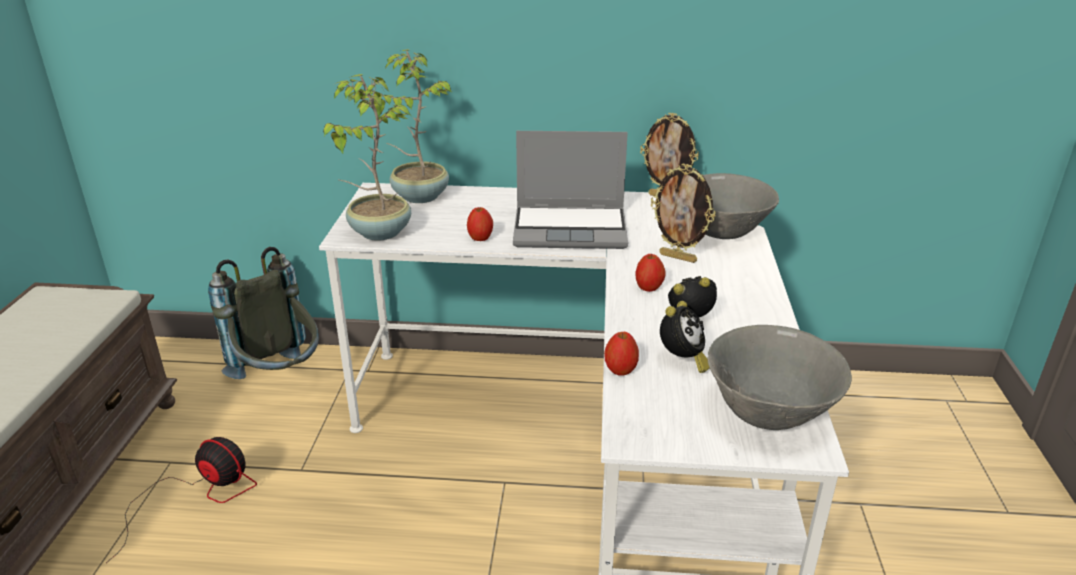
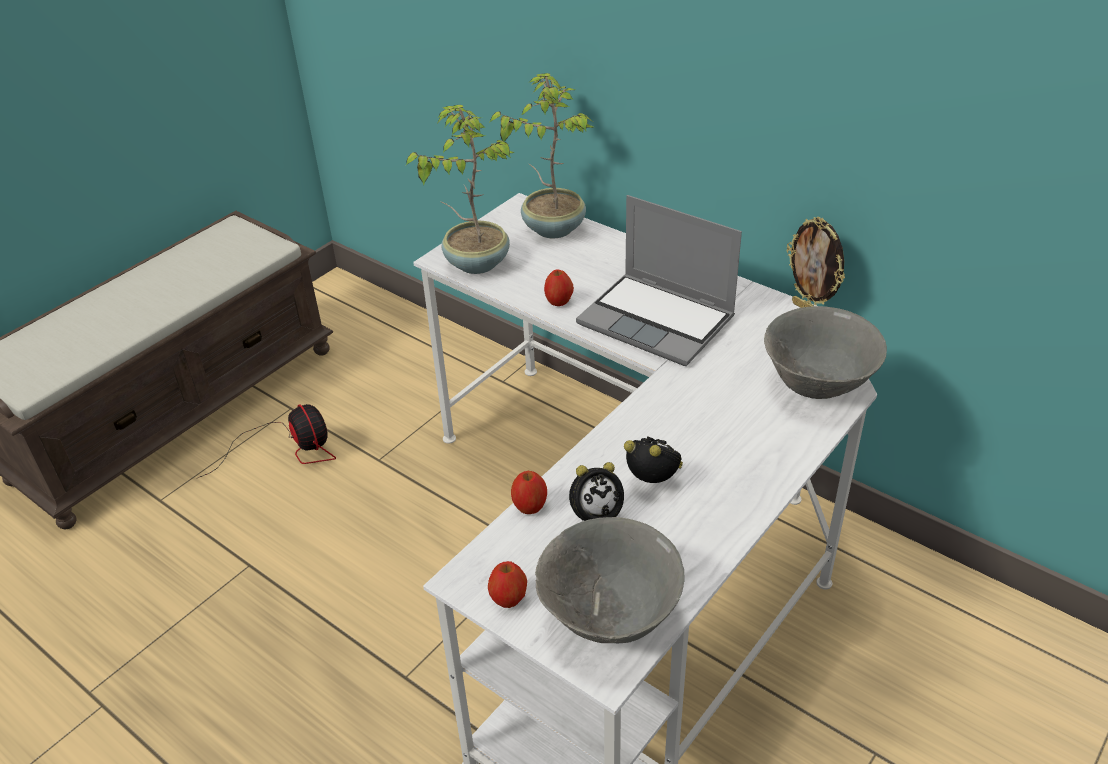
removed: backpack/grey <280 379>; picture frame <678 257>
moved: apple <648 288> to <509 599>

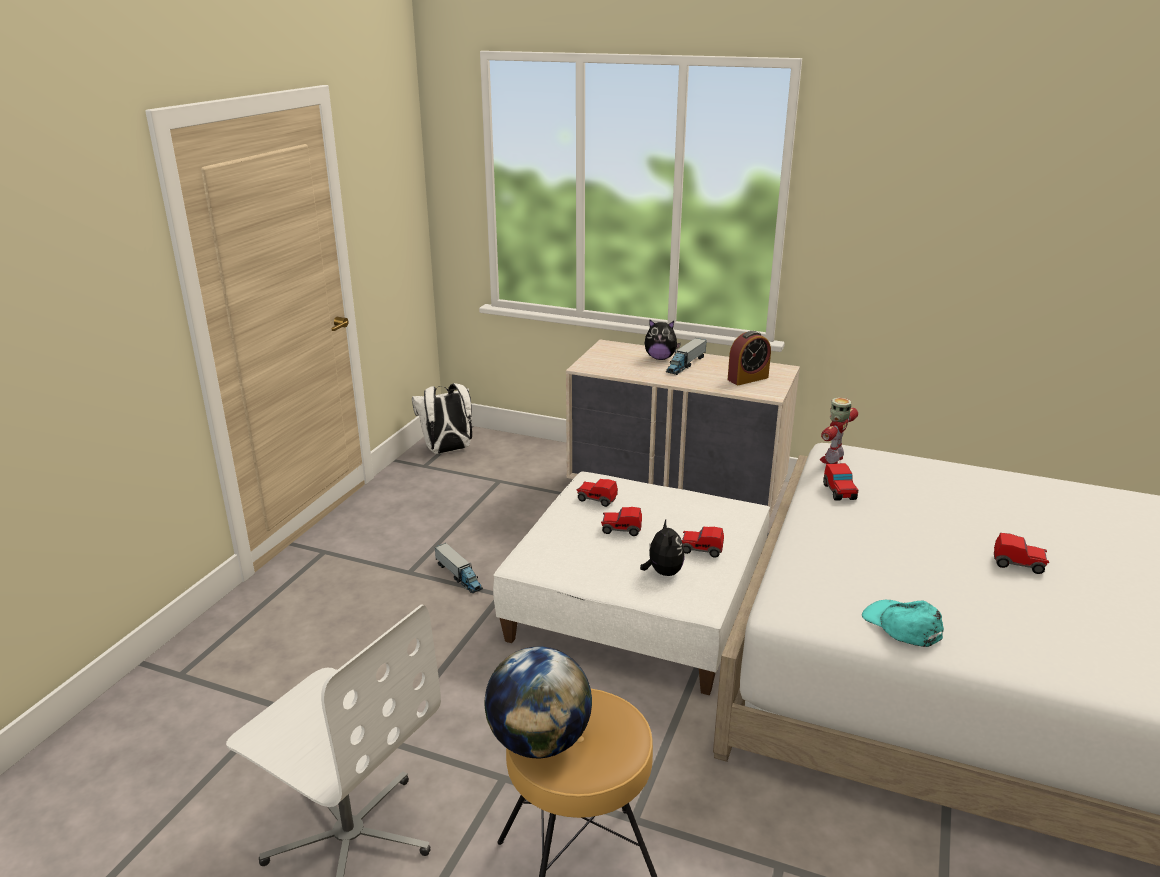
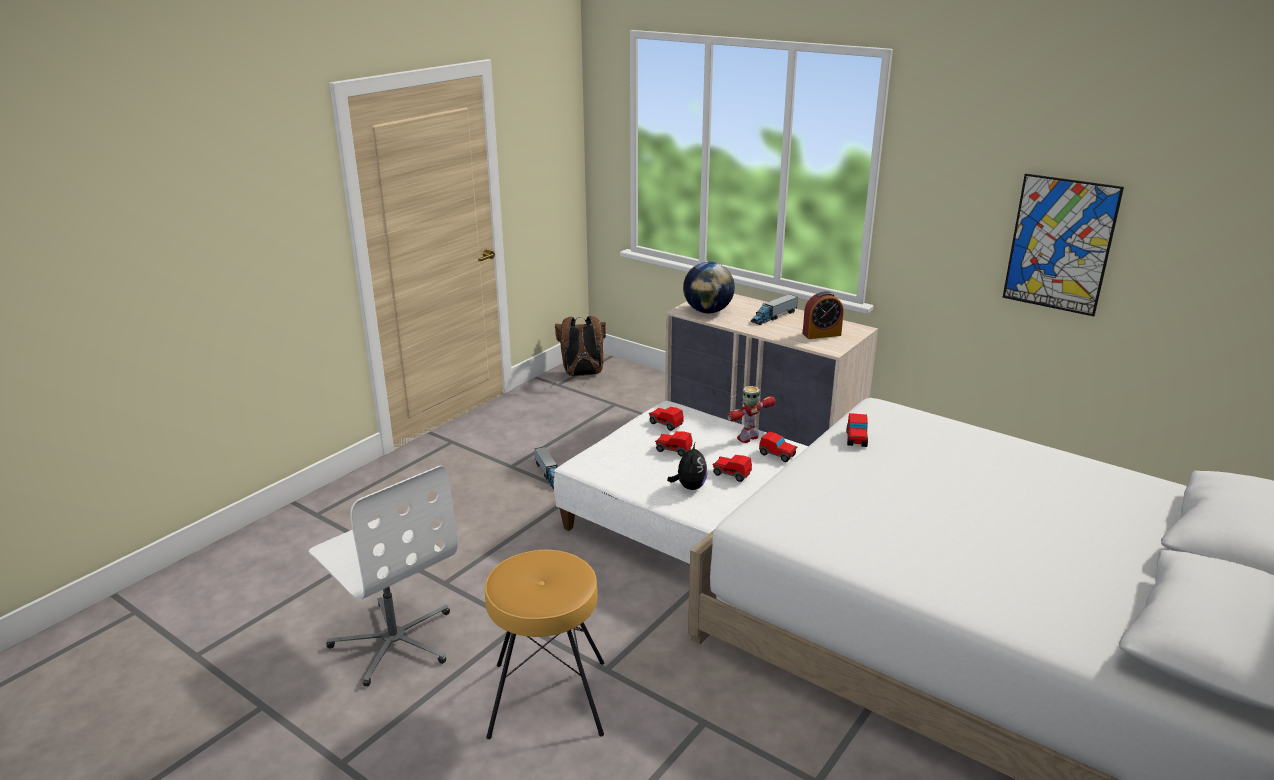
removed: plush toy <660 358>; cap/turquoise <902 626>
added: picture <1060 244>
moved: globe <539 741> to <708 311>; toy robot <832 459> to <748 438>; toy car <1018 564> to <777 455>
recoloured: backpack/white <447 451> to backpack/brown <582 374>

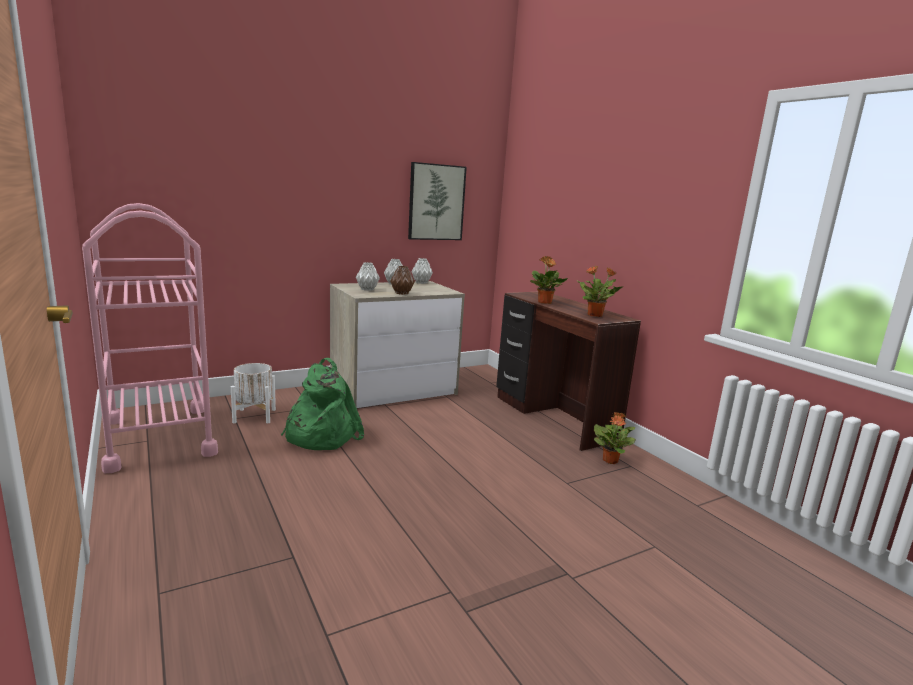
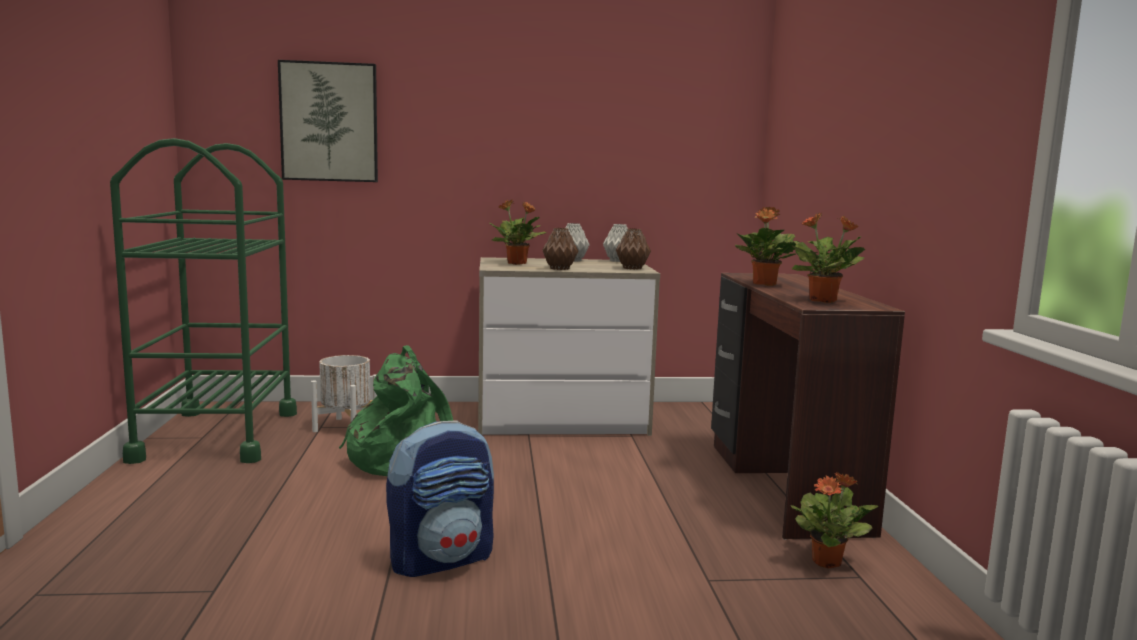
added: backpack <442 559>; vase/brown <631 268>
moved: picture <436 202> to <329 122>
replaced: vase/grey <367 289> to potted plant <517 263>
recoloured: cart/pink <159 437> to cart/green <217 436>

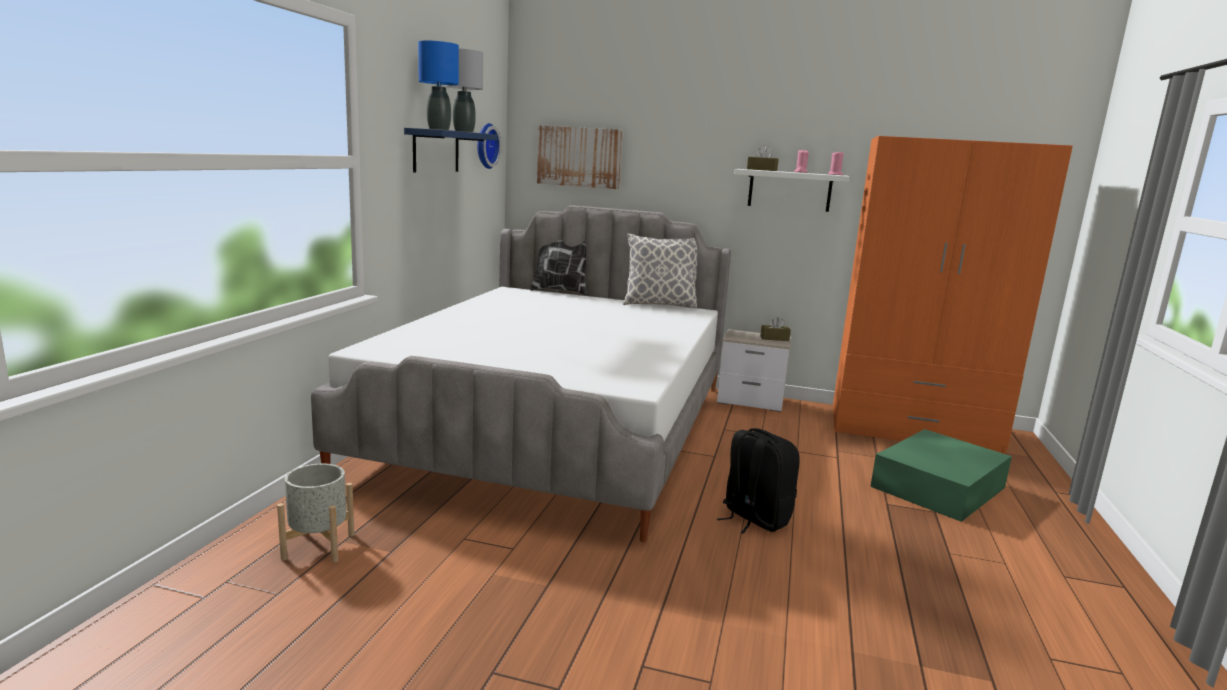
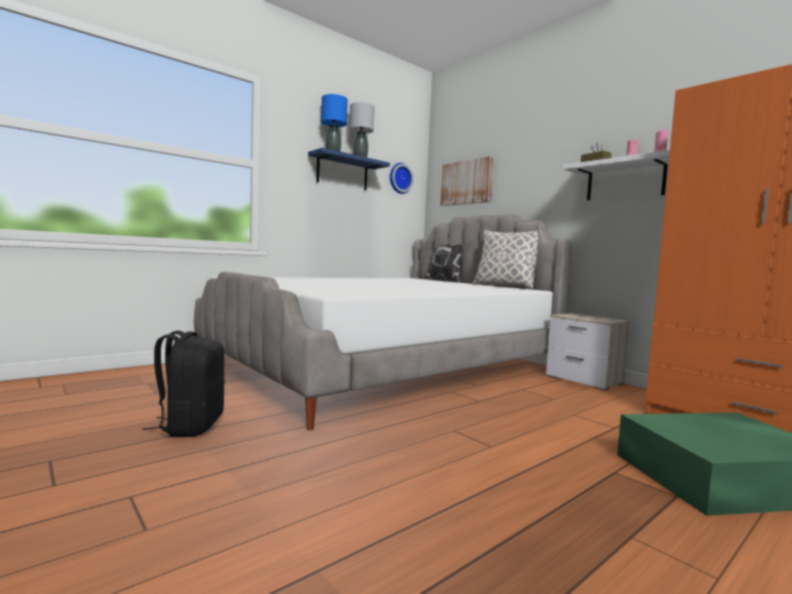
removed: planter/grey <319 546>; tissue box/brown <774 338>
moved: backpack/black <754 518> to <190 426>

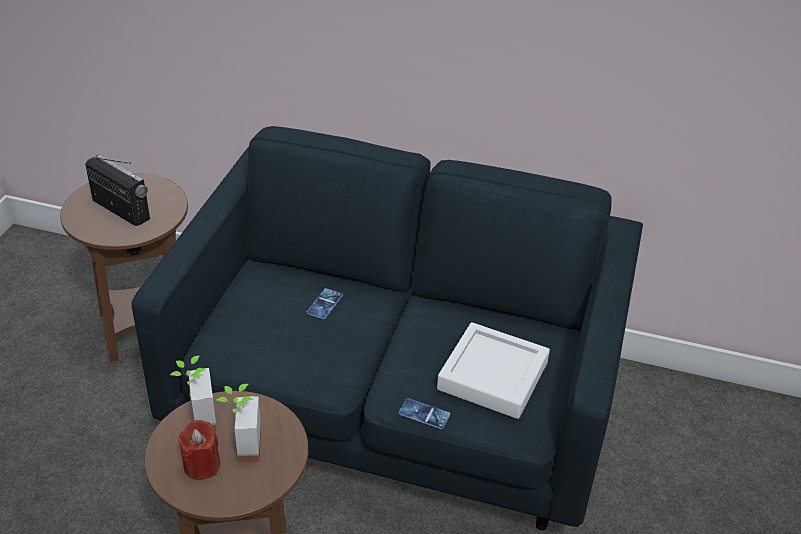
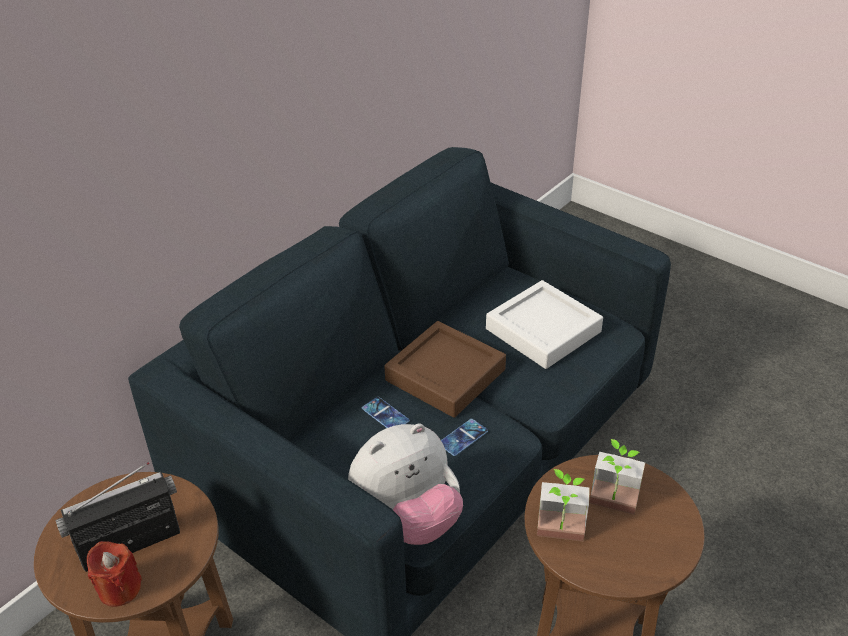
added: plush toy <407 519>; tray/brown <445 375>
moved: candle/red <202 465> to <119 589>; phone <424 414> to <463 437>

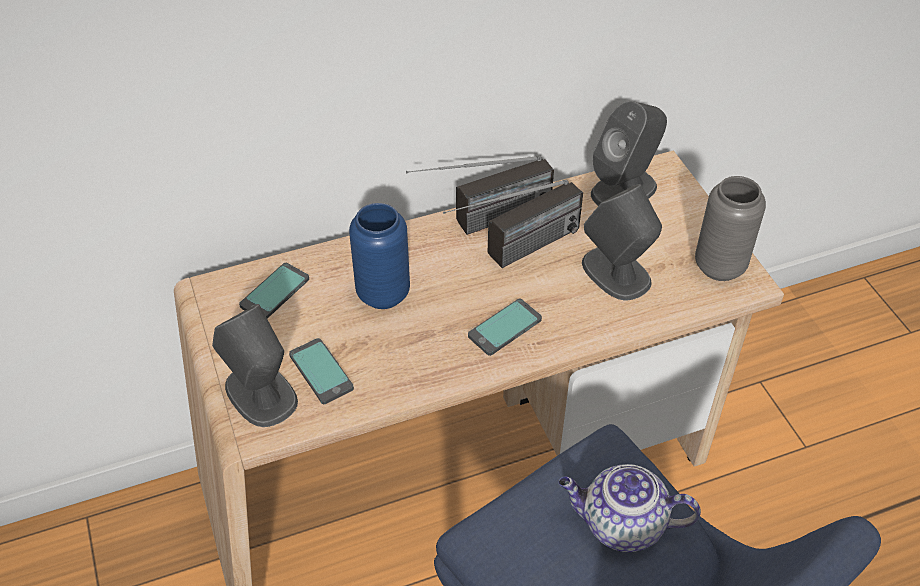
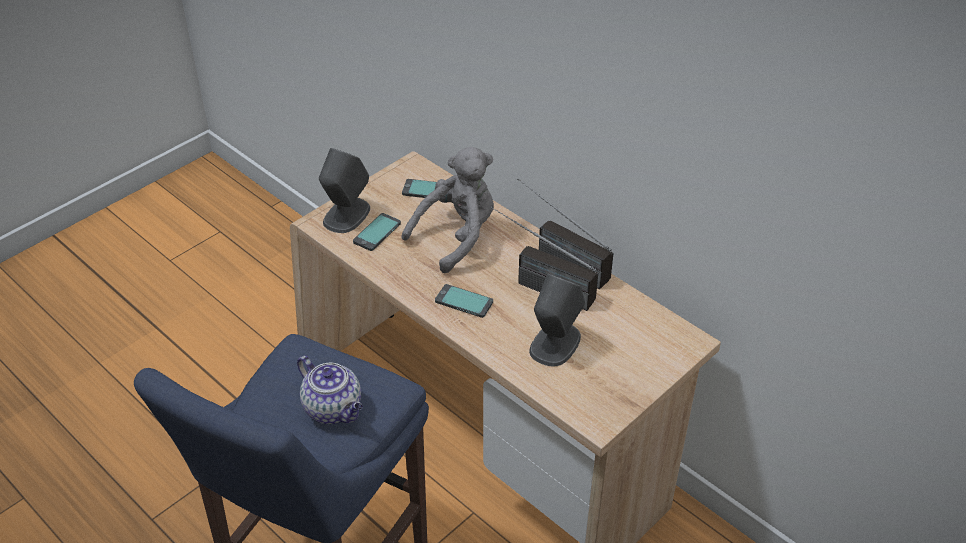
removed: speaker/grey <624 189>; vase/grey <719 266>
replaced: vase/blue <383 294> to plush toy/grey <457 236>
turned: teapot <621 525> = <334 409> 150 degrees clockwise

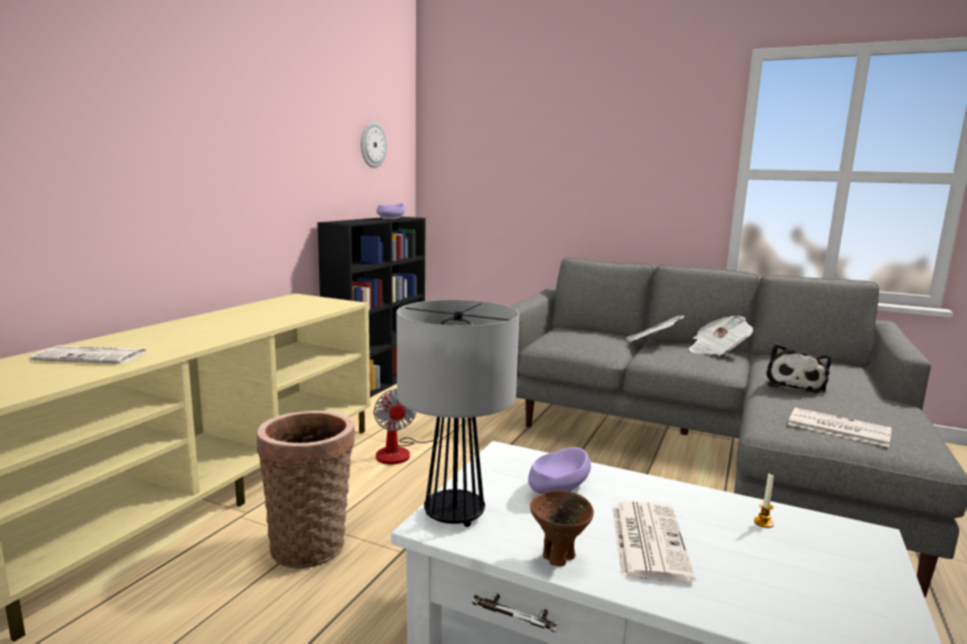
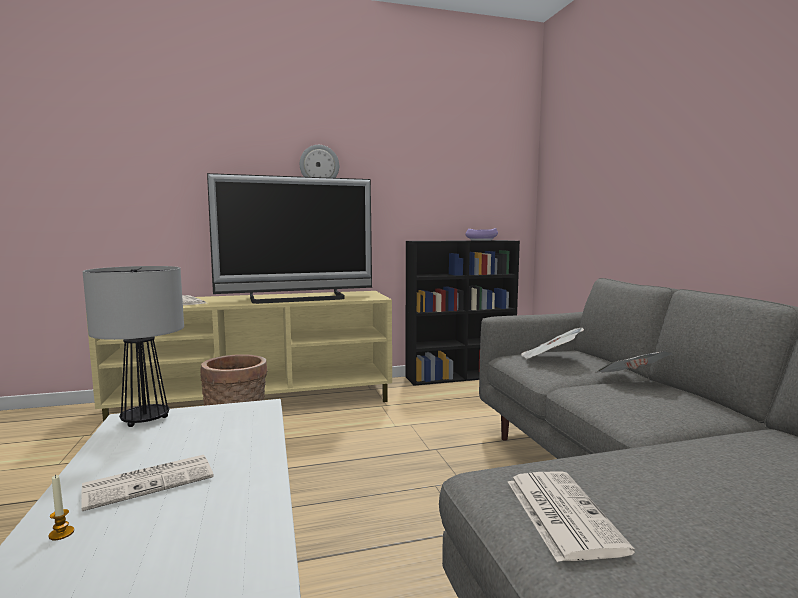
removed: fan <401 452>; bowl/purple <559 487>; bowl/brown <559 557>; plush toy <795 385>
added: television <298 298>
moved: candle <763 523> to <61 533>; wall clock <372 145> to <319 165>; newspaper <717 350> to <549 359>

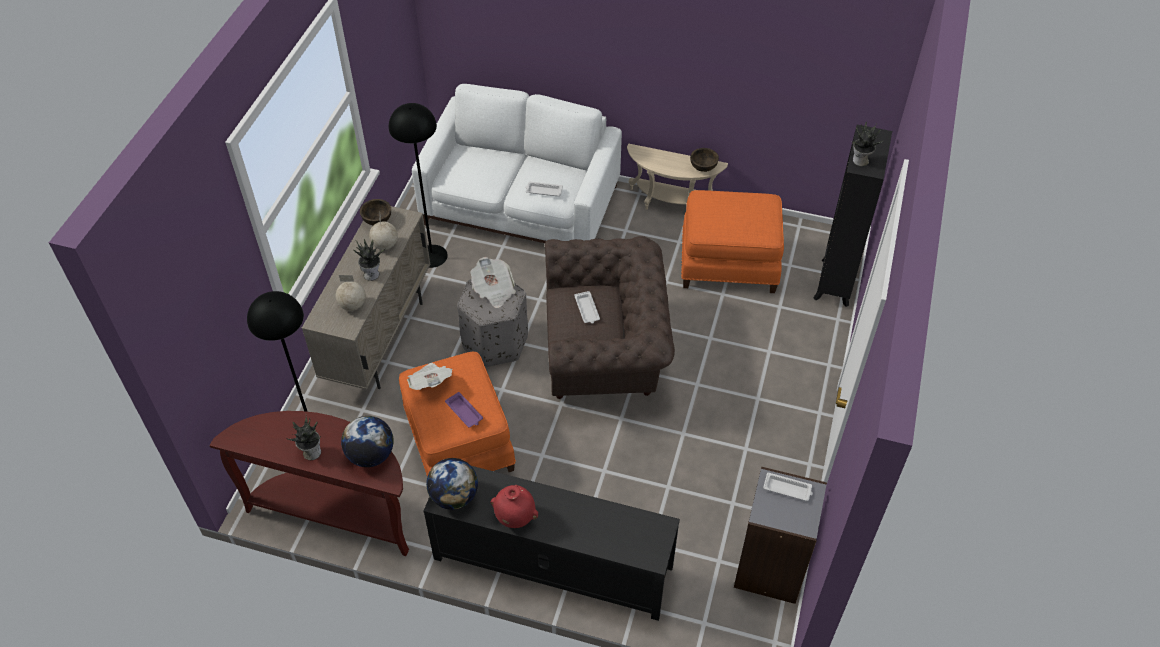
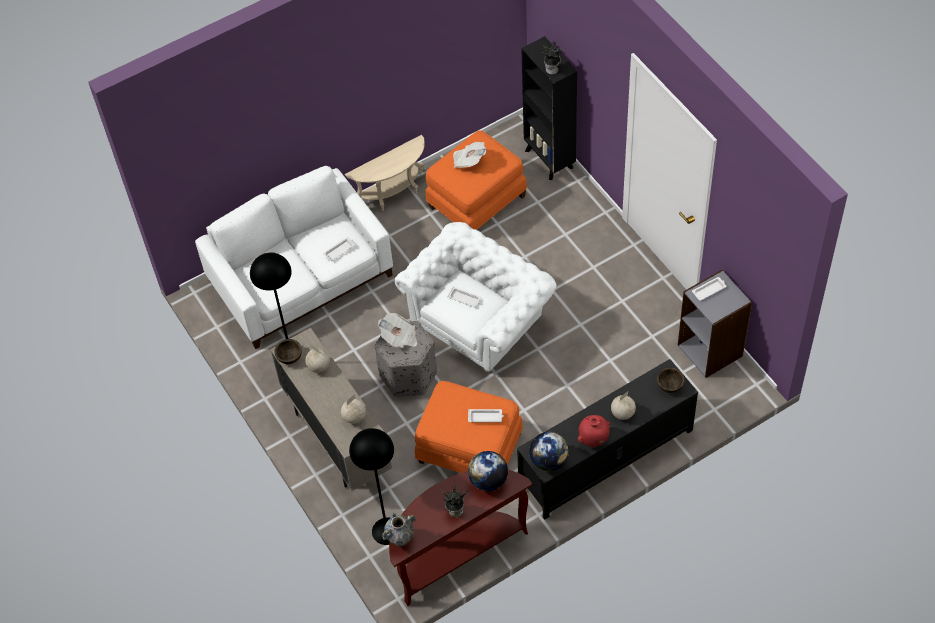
removed: potted plant <371 274>
added: vase <400 540>; globe <622 413>
moved: newspaper <430 383> to <468 161>; bowl/brown <703 167> to <670 385>
recoloured: armchair/brown <606 353> to armchair/white <479 320>; tray/purple <464 412> to tray/white <486 417>

